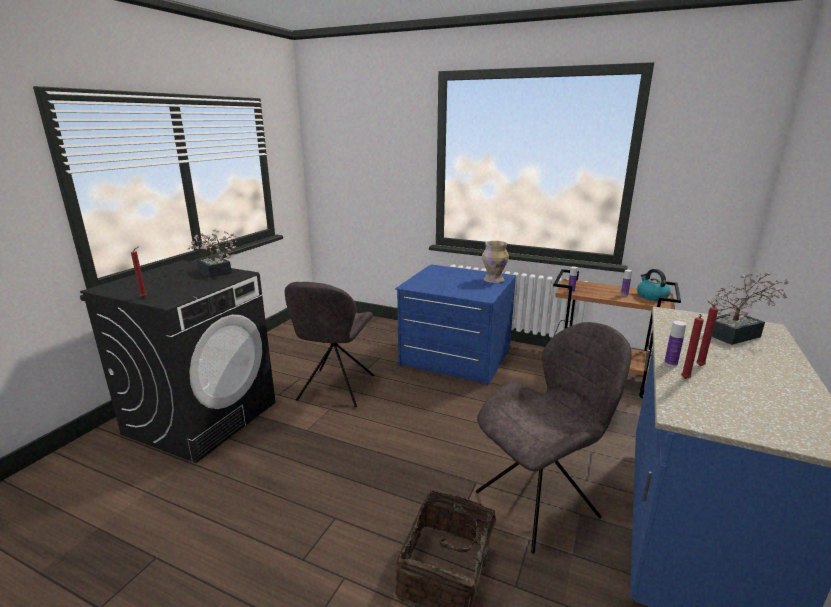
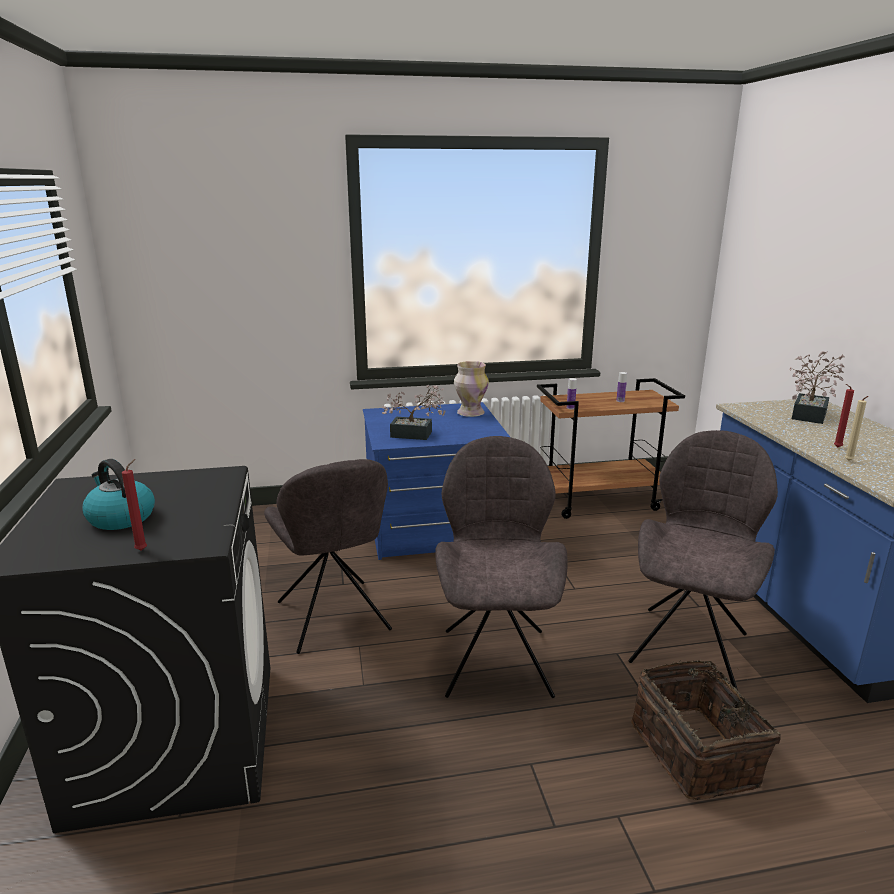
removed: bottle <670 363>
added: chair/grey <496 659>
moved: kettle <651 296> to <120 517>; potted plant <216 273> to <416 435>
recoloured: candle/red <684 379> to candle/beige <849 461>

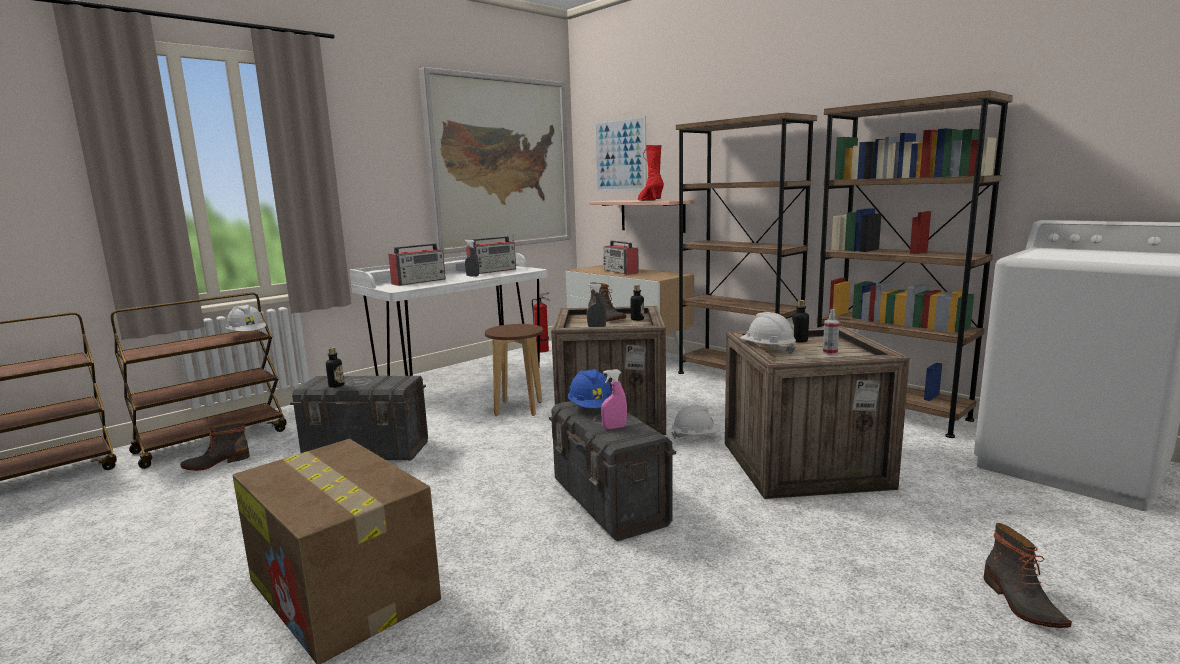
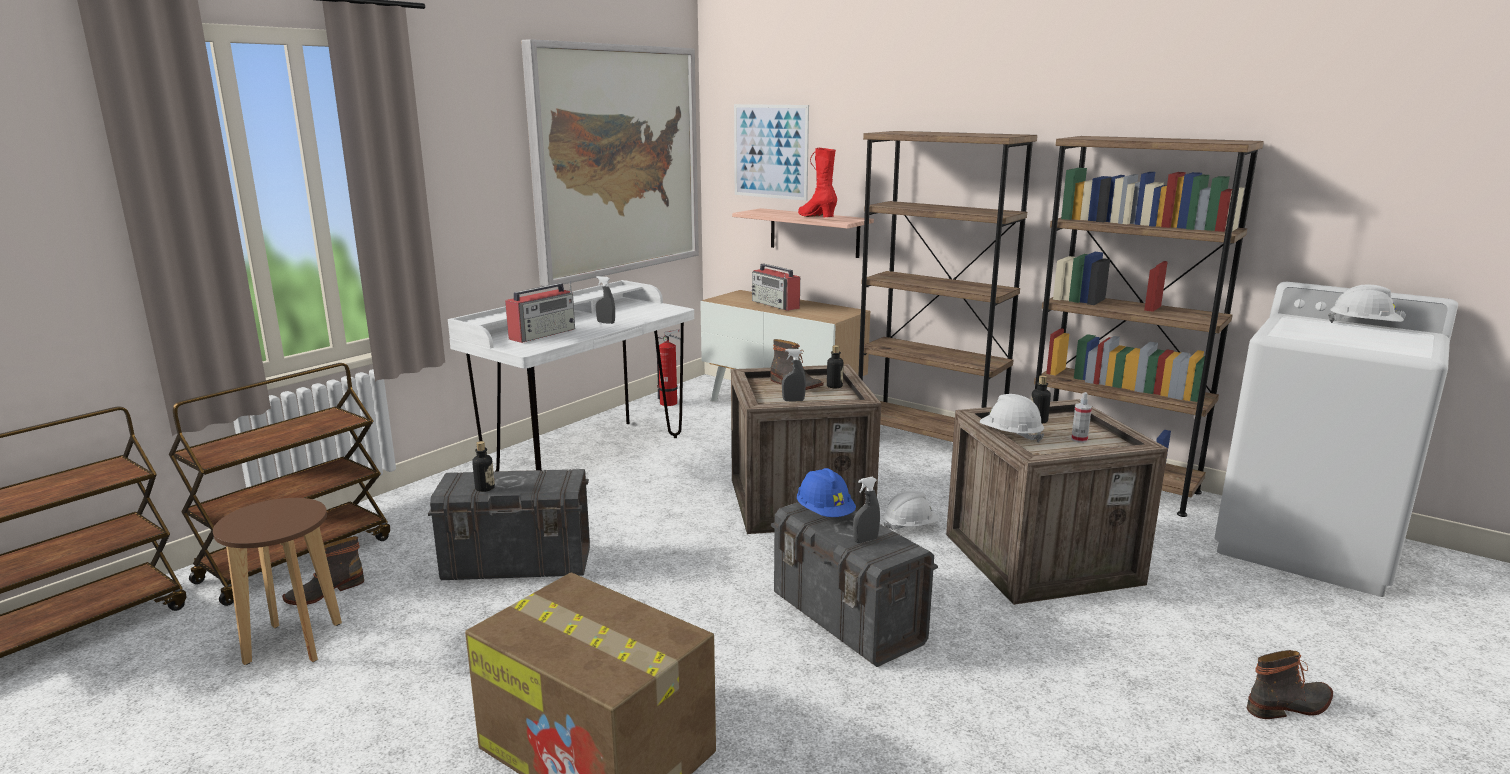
removed: radio <493 271>
moved: stool/brown <518 408> to <294 643>; hard hat/white <247 335> to <1363 326>
recoloured: spray bottle/pink <614 427> to spray bottle/grey <865 540>
turned: boot <1021 603> = <1290 706> 90 degrees counterclockwise

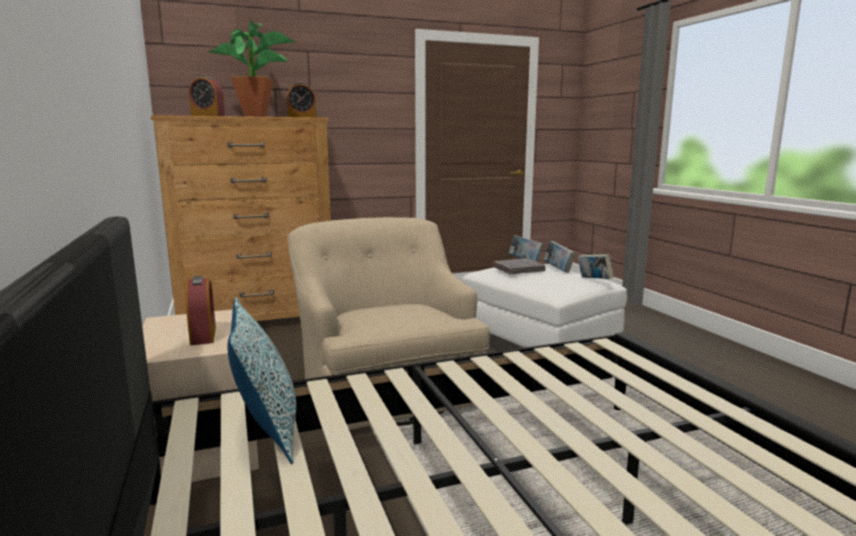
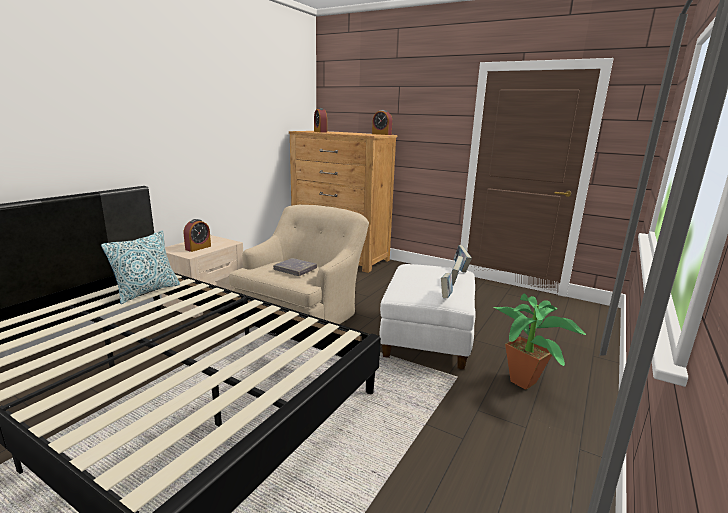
moved: book/grey <518 270> to <295 269>; potted plant <259 117> to <526 385>

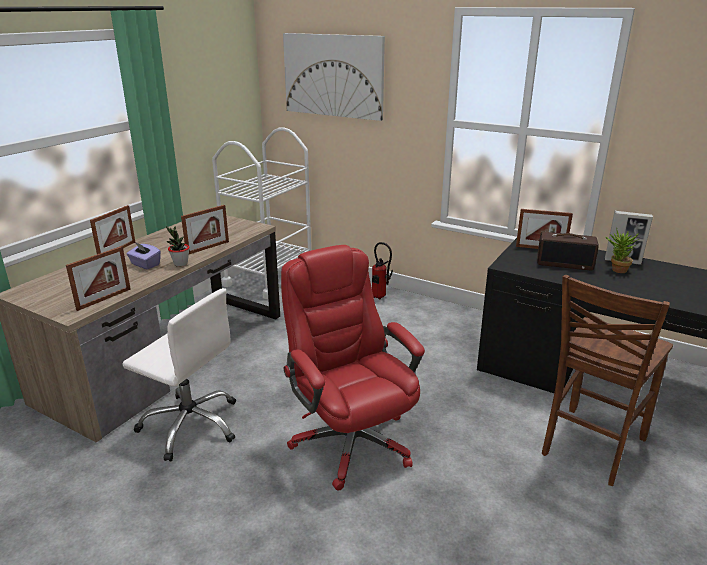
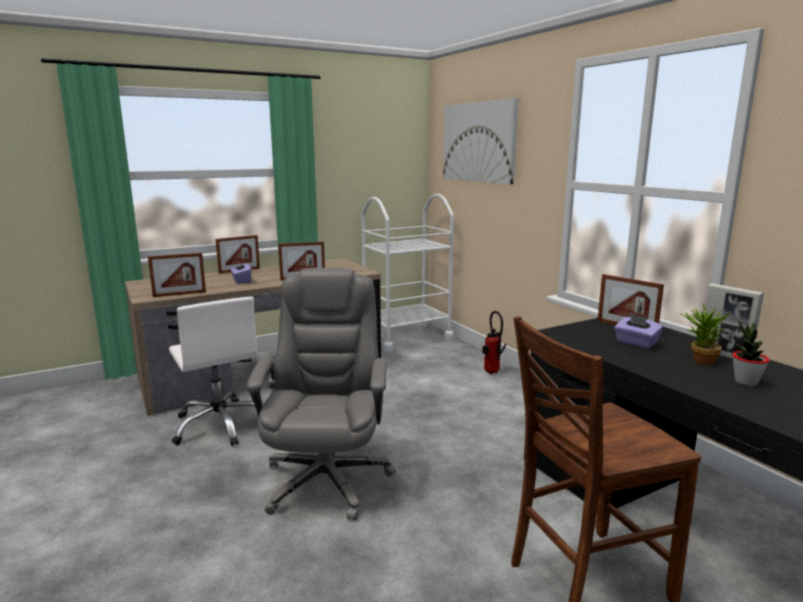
moved: potted plant <180 264> to <745 382>
replaced: radio <565 263> to tissue box/purple <636 343>
recoloured: office chair/red <351 441> to office chair/grey <327 479>

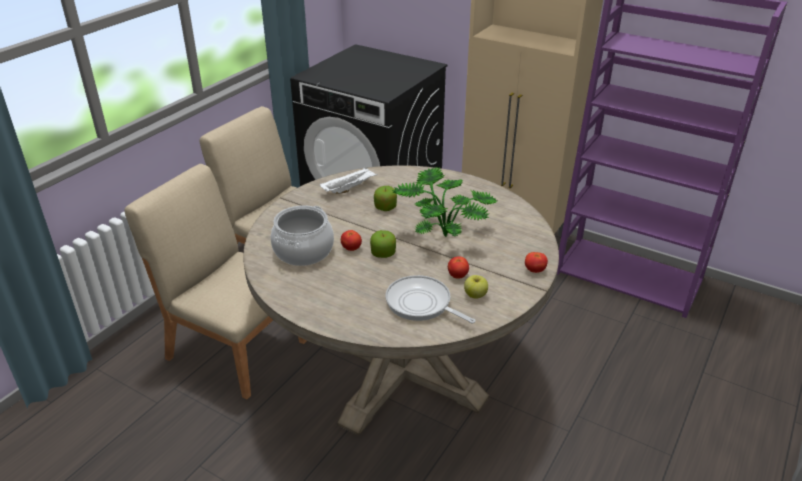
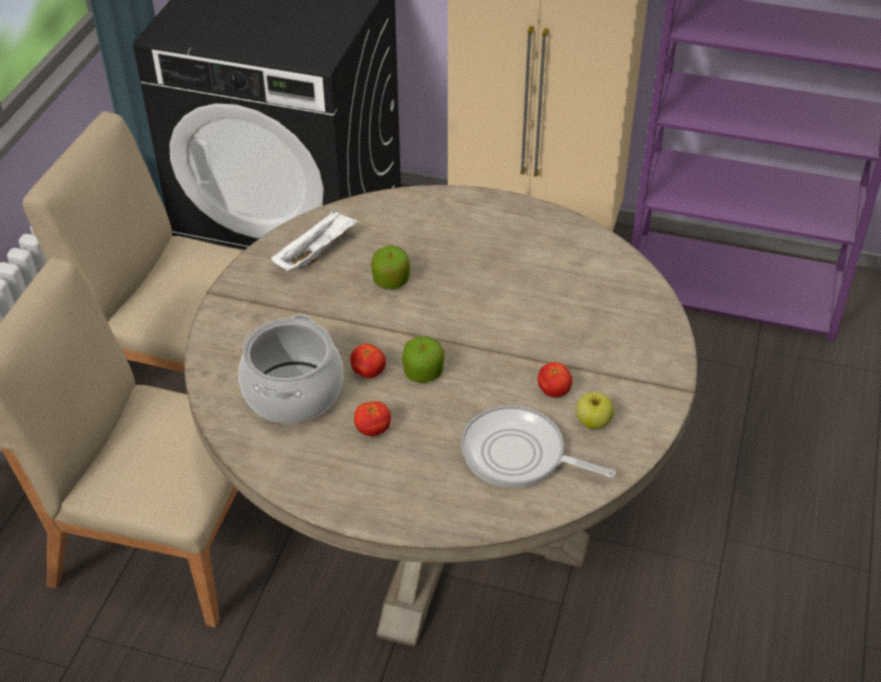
removed: potted plant <443 233>
moved: tomato <534 270> to <373 430>

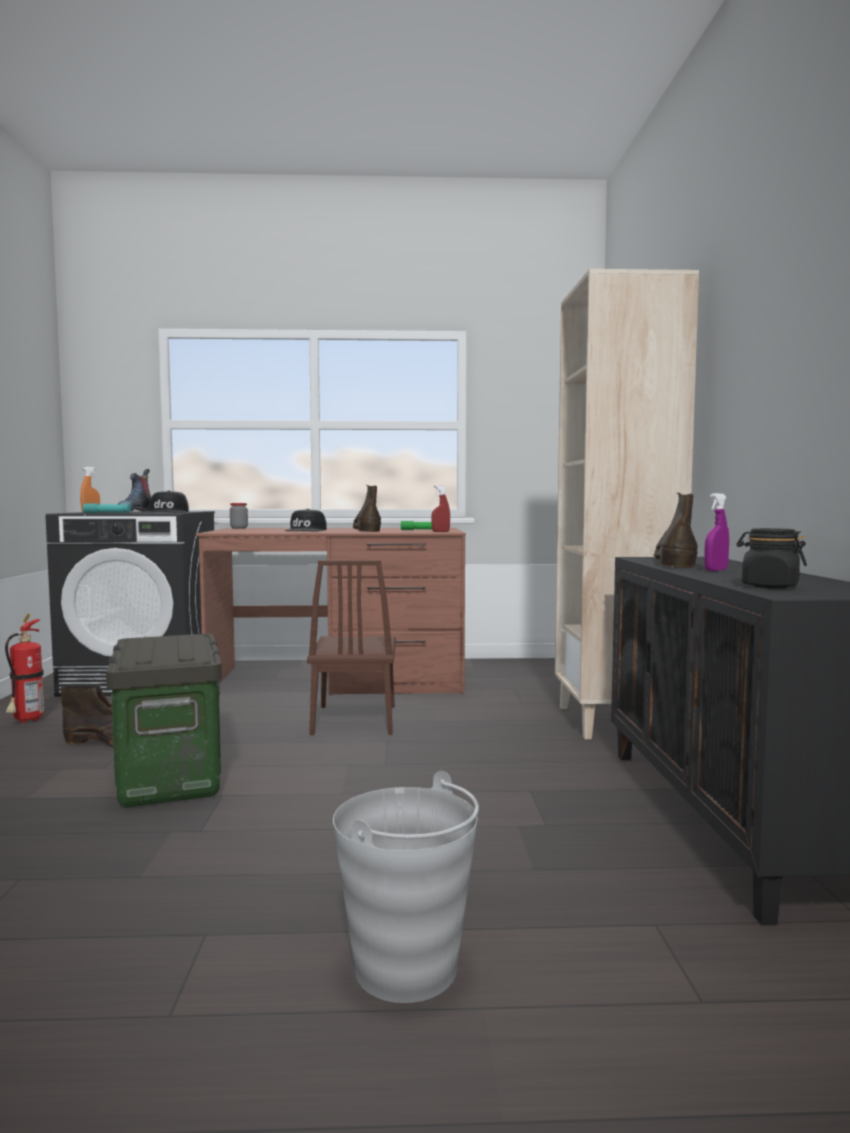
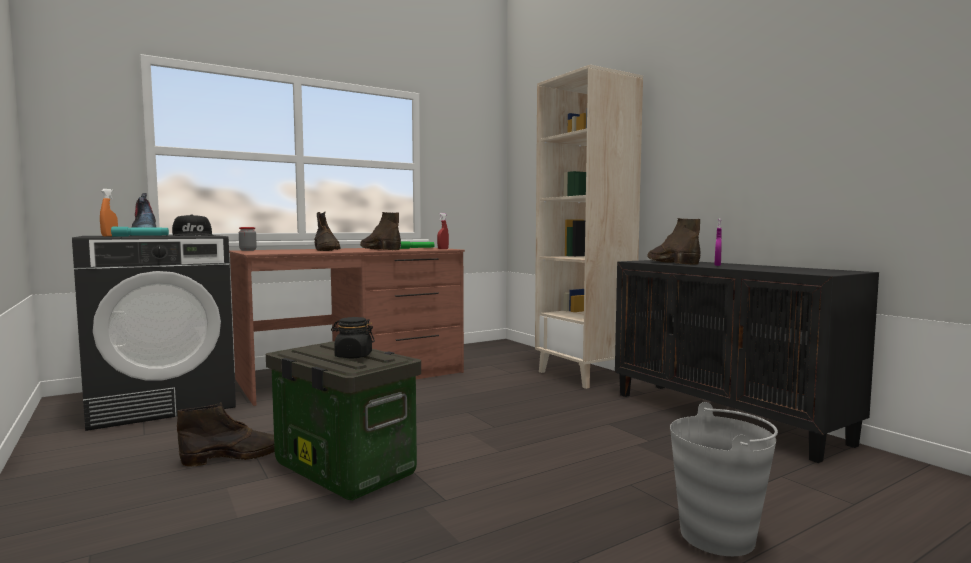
removed: fire extinguisher <26 721>; chair/brown <354 719>
moved: jar/black <769 586> to <353 356>
replaced: cap/black <306 530> to boot/brown <327 250>

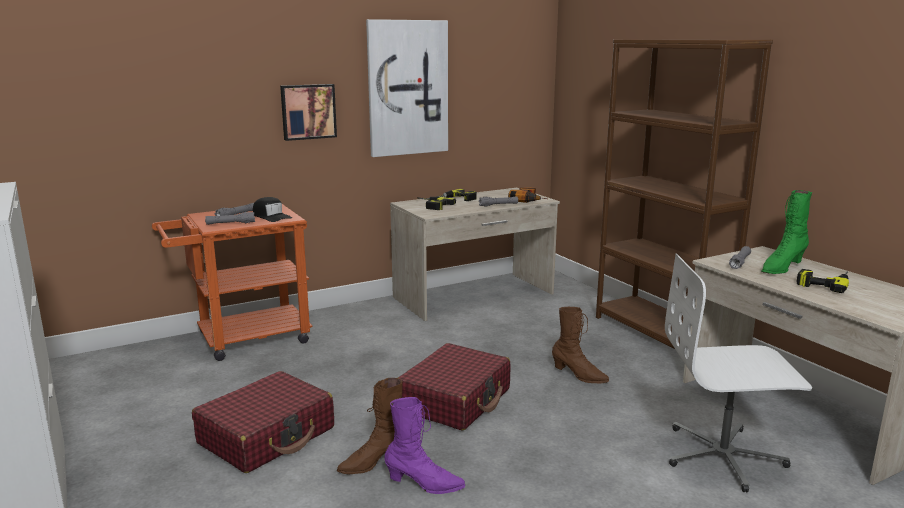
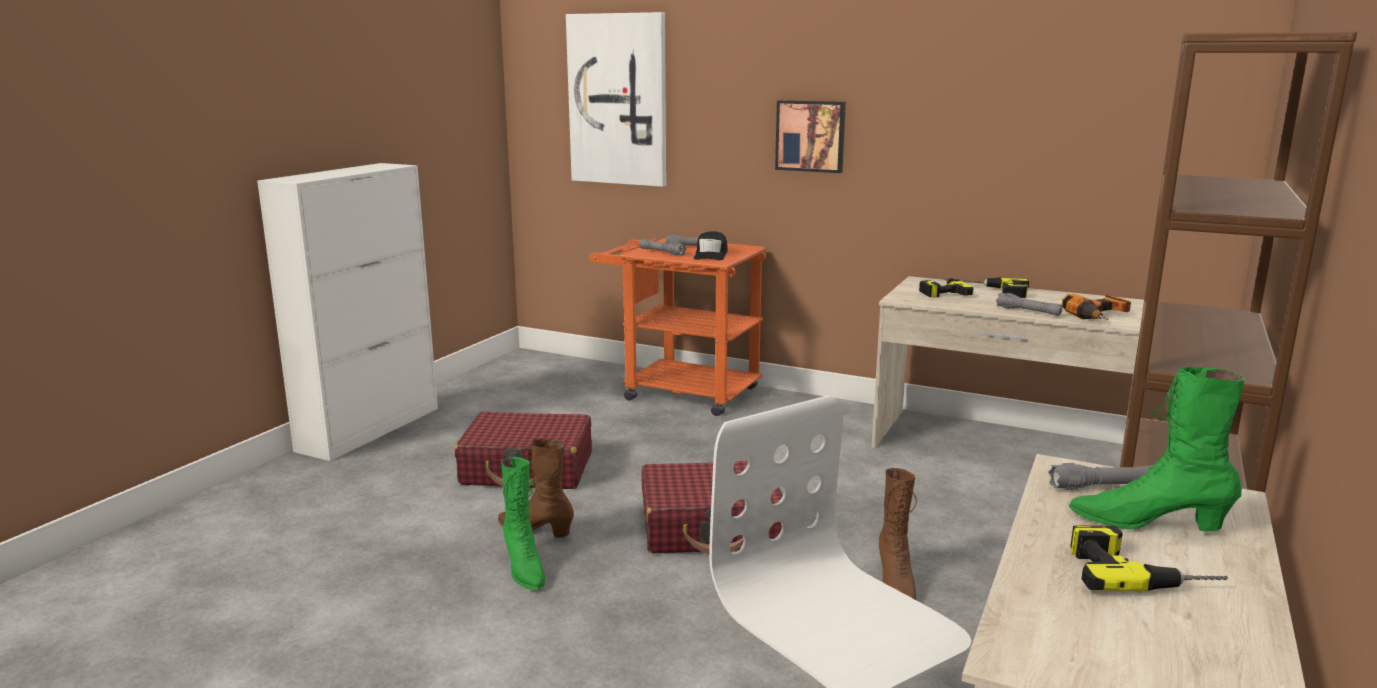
moved: picture <407 88> to <618 100>
recoloured: boot/purple <424 484> to boot/green <524 569>

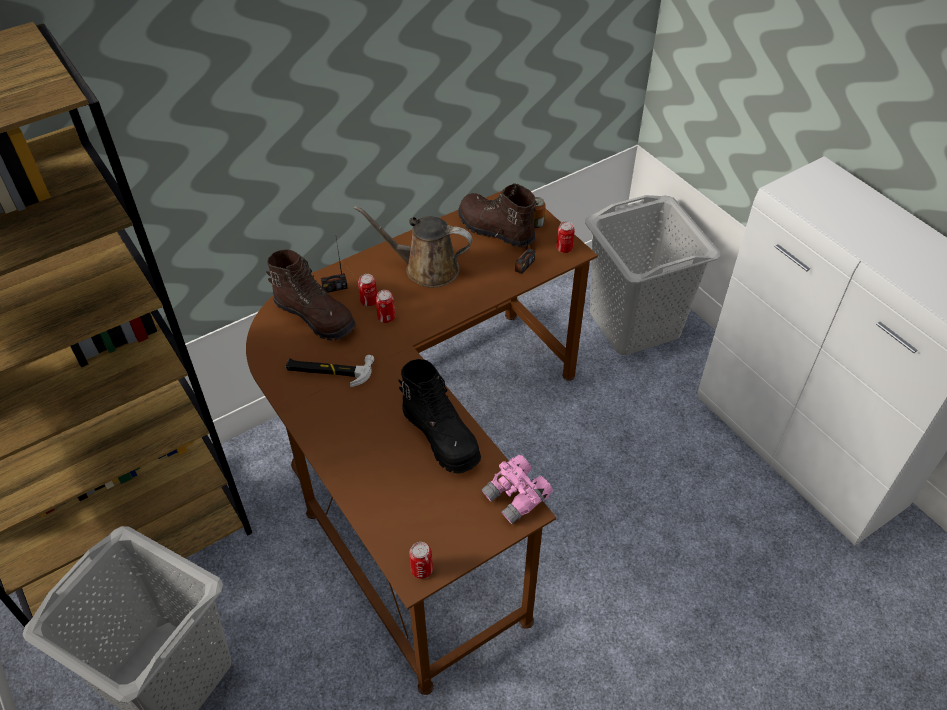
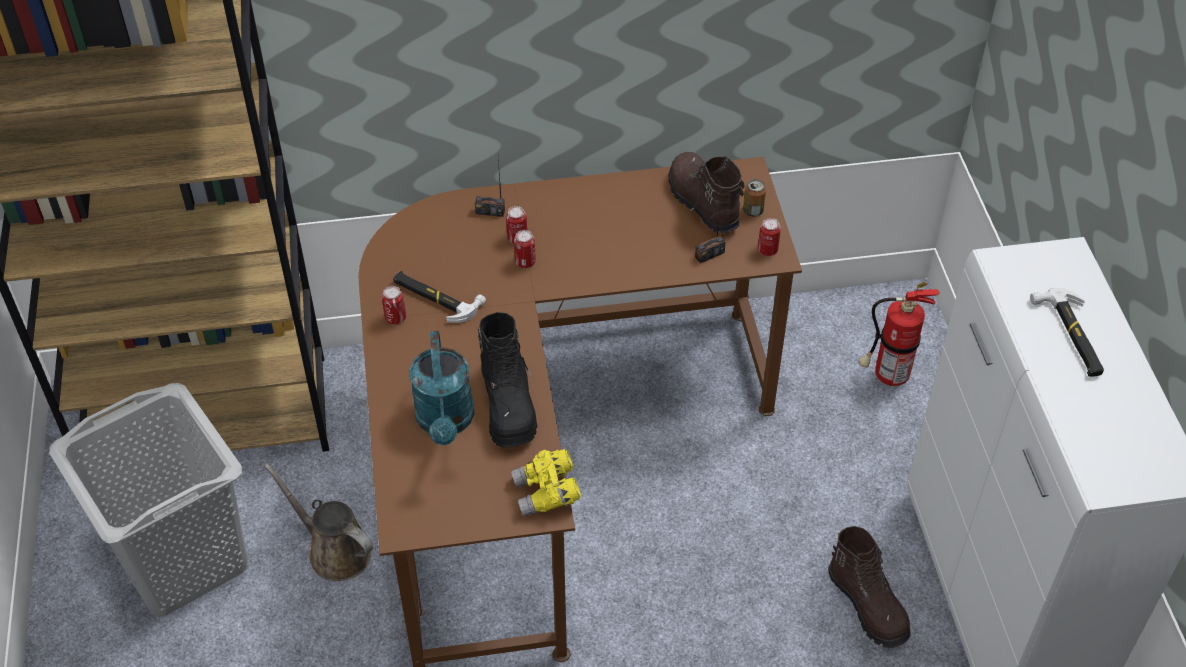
added: watering can/turquoise <446 422>; hammer <1071 336>
moved: watering can/brown <426 268> to <334 551>; can <421 569> to <395 318>; boot/brown <315 316> to <868 605>
replaced: laundry basket/grey <634 323> to fire extinguisher <886 376>
recoloured: binoculars/pink <516 497> to binoculars/yellow <547 493>

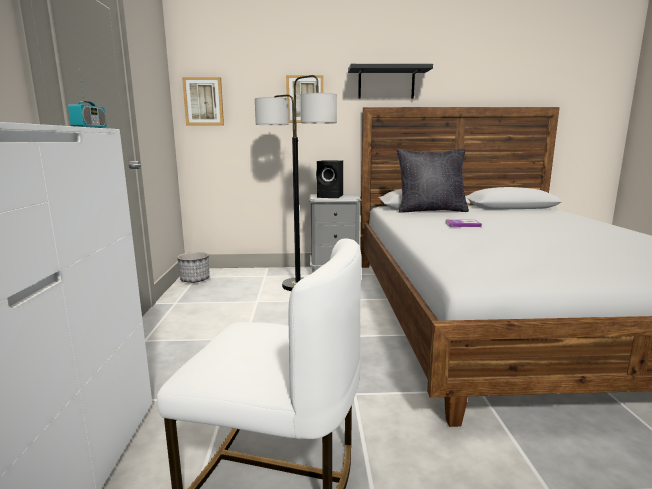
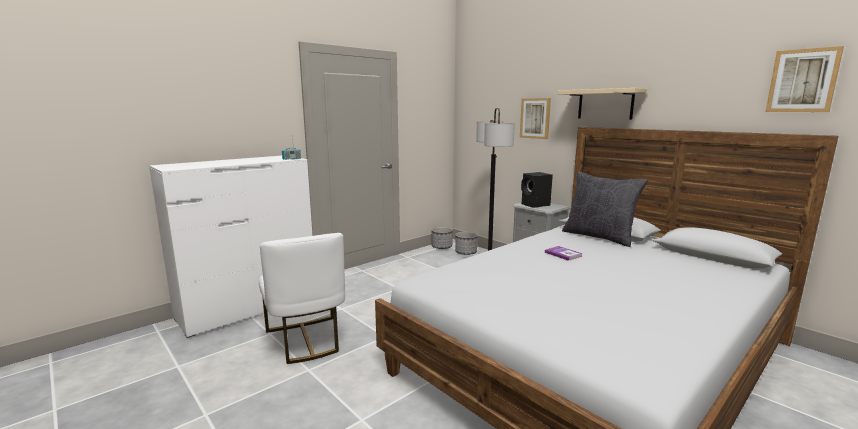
added: planter <466 252>
moved: picture <203 101> to <802 81>
recoloured: shelf/black <386 83> to shelf/beige <605 104>

